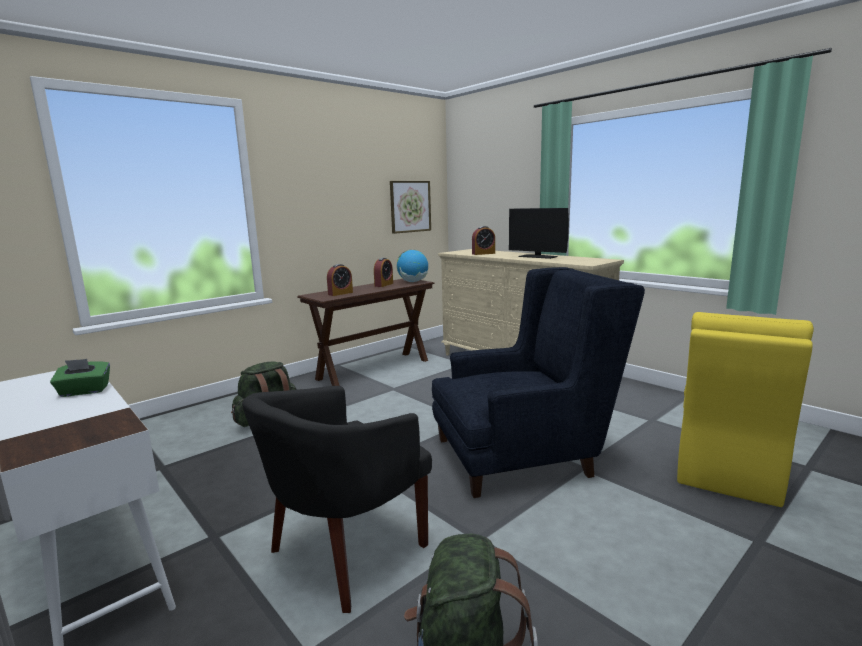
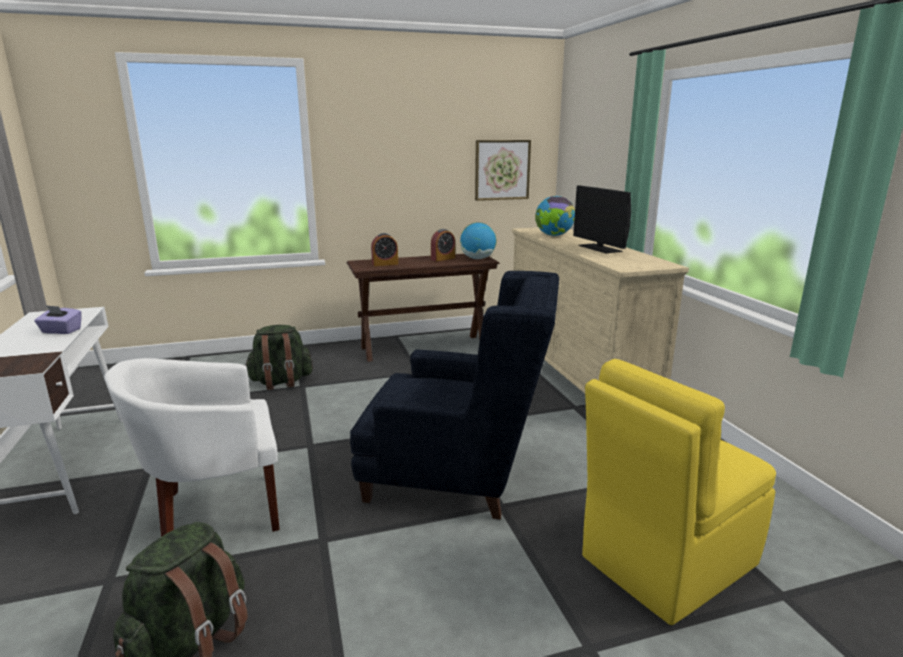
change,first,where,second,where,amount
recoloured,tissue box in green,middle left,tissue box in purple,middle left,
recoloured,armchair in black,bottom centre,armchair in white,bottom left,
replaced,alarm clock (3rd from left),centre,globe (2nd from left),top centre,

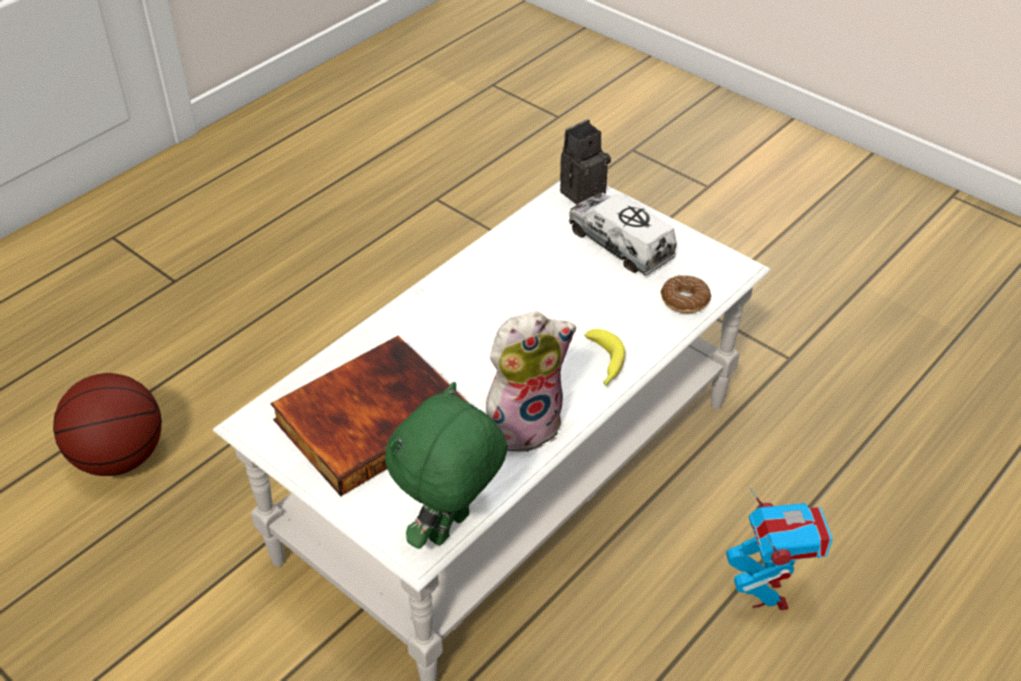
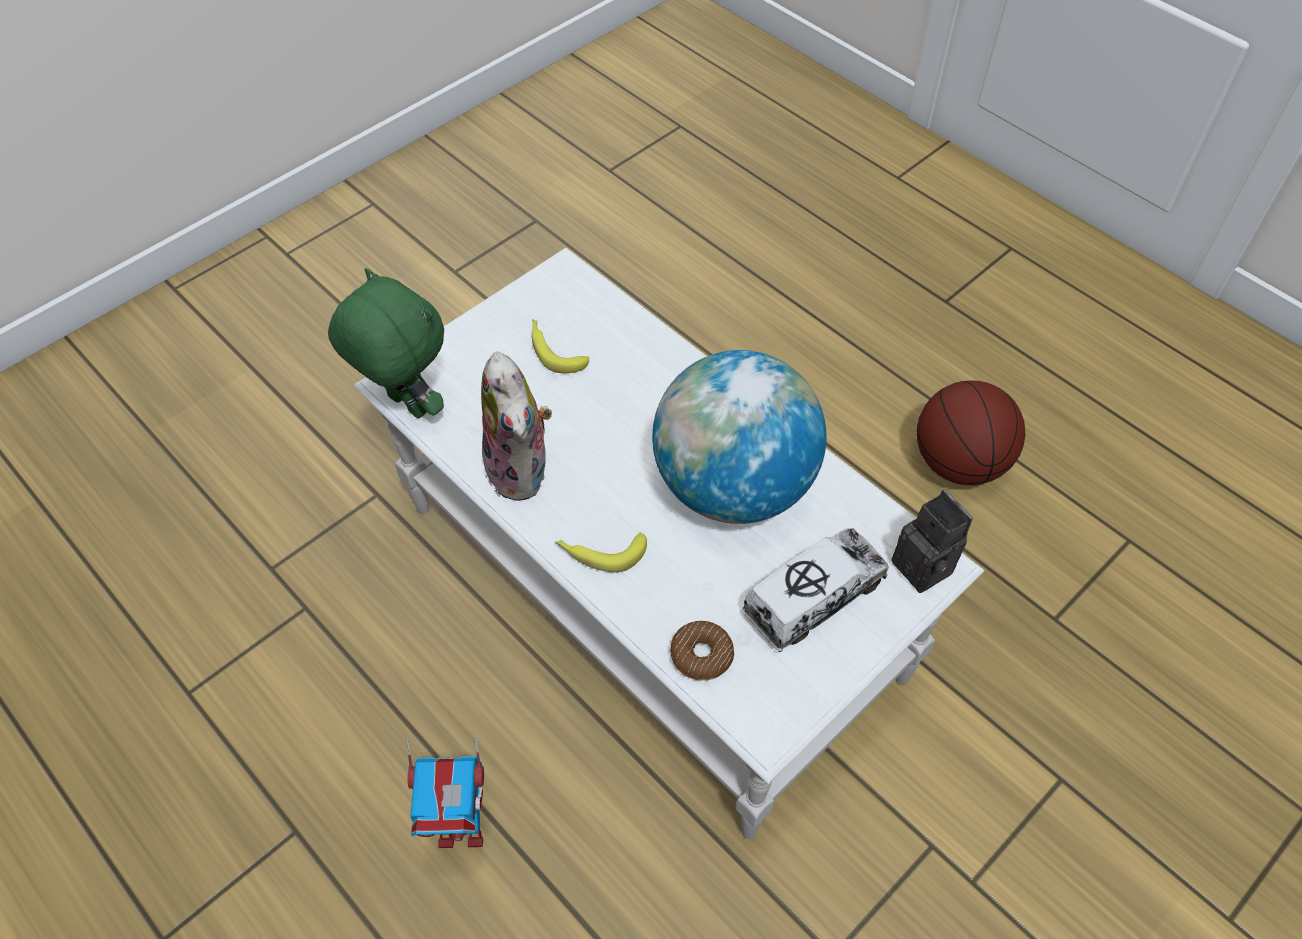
change,first,where,second,where,amount
replaced,book,centre,banana (1st from left),centre,
added,,,globe,centre,
moved,basketball,middle left,,middle right,

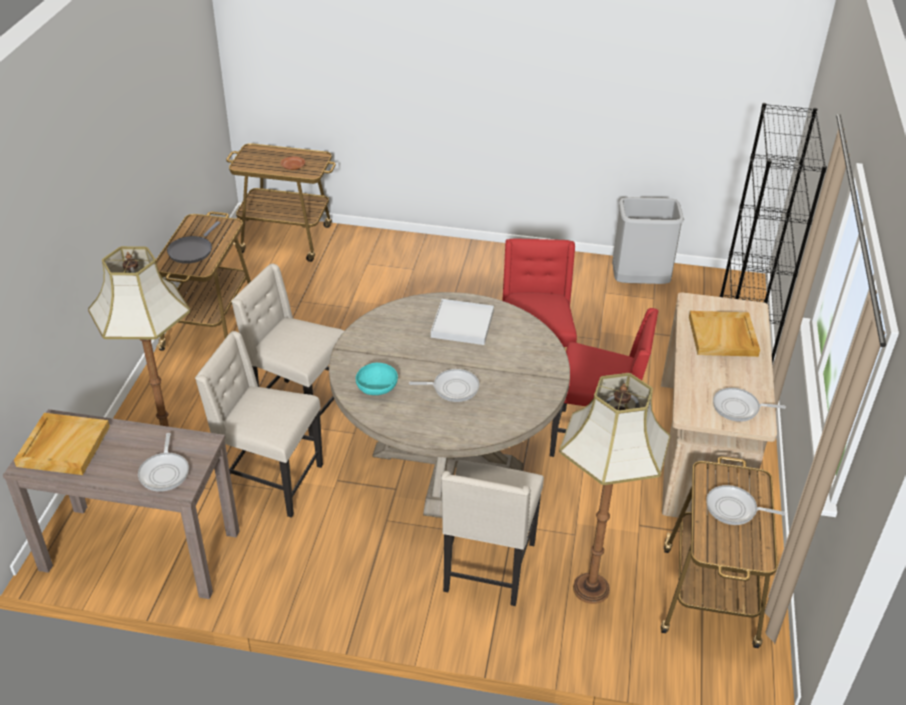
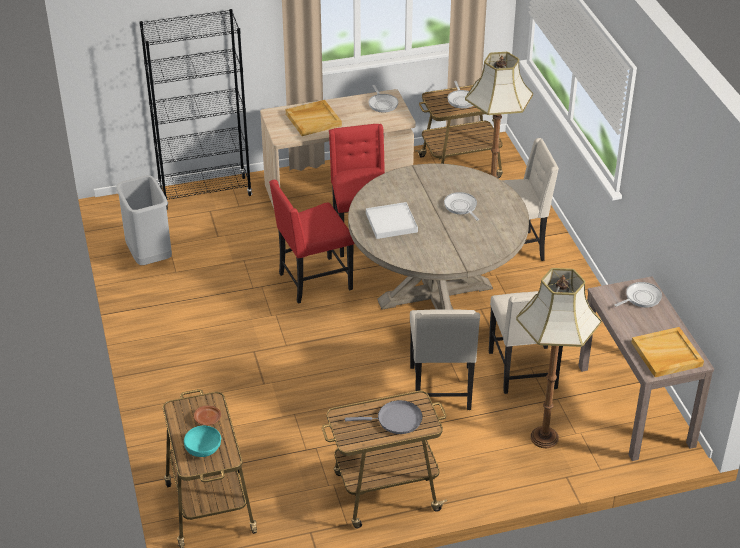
change,first,where,second,where,amount
moved,bowl in turquoise,centre,,bottom left,

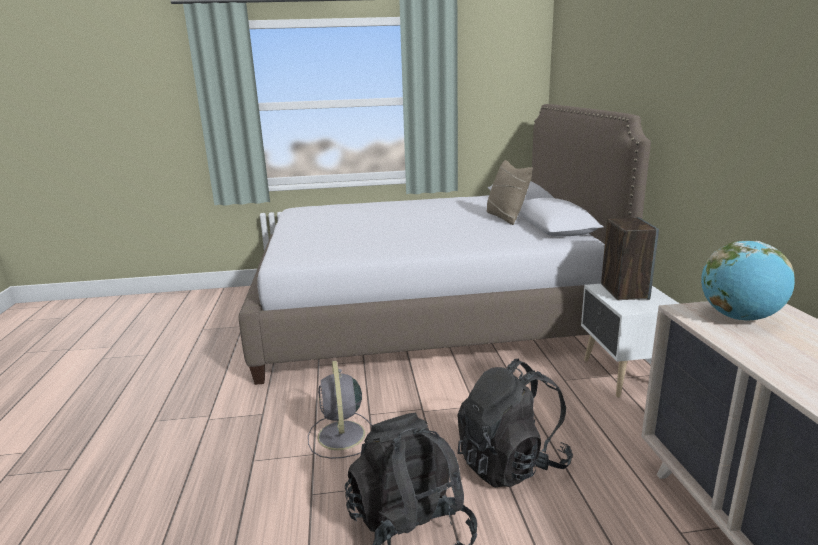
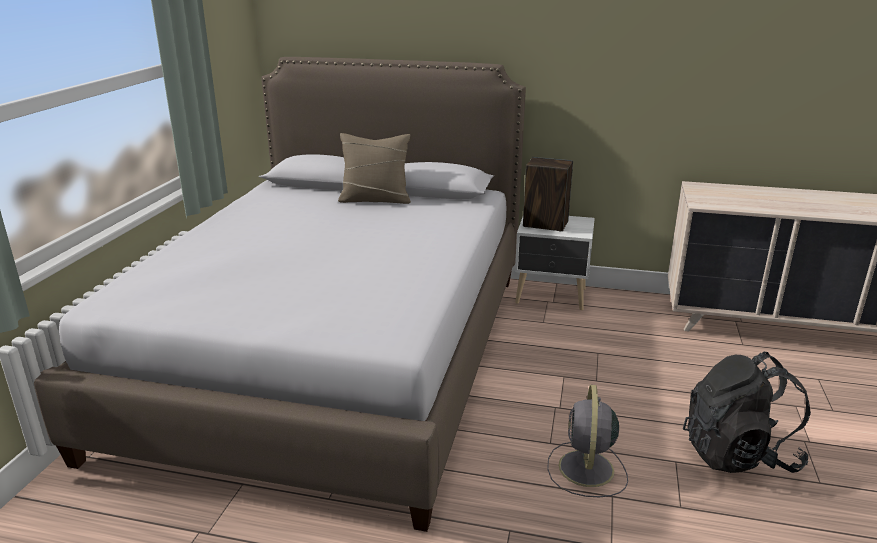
change,first,where,second,where,amount
turned,fan in grey,bottom centre,,bottom right,90 degrees clockwise
removed,backpack in black (2nd from left),bottom centre,,,
removed,globe,middle right,,,

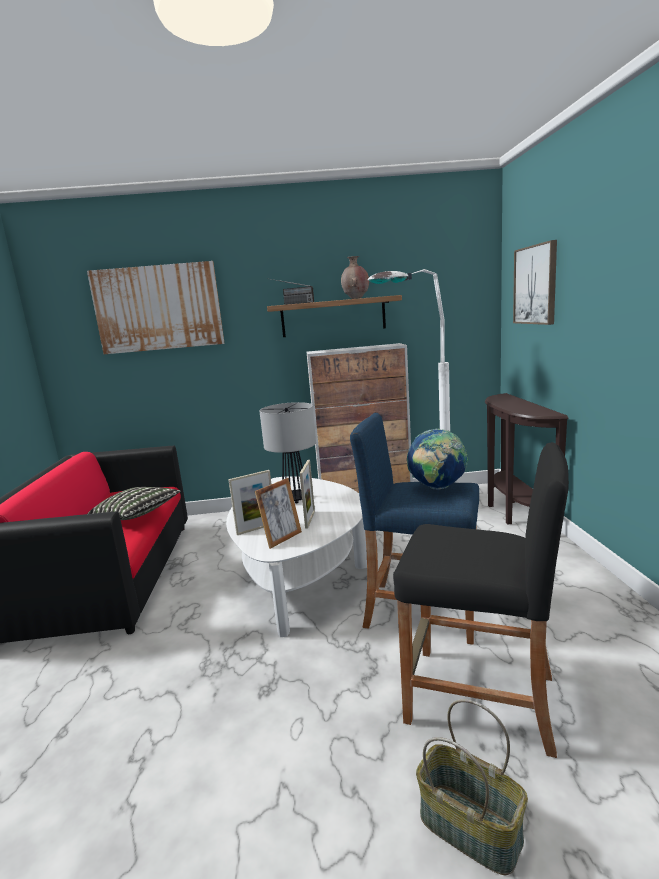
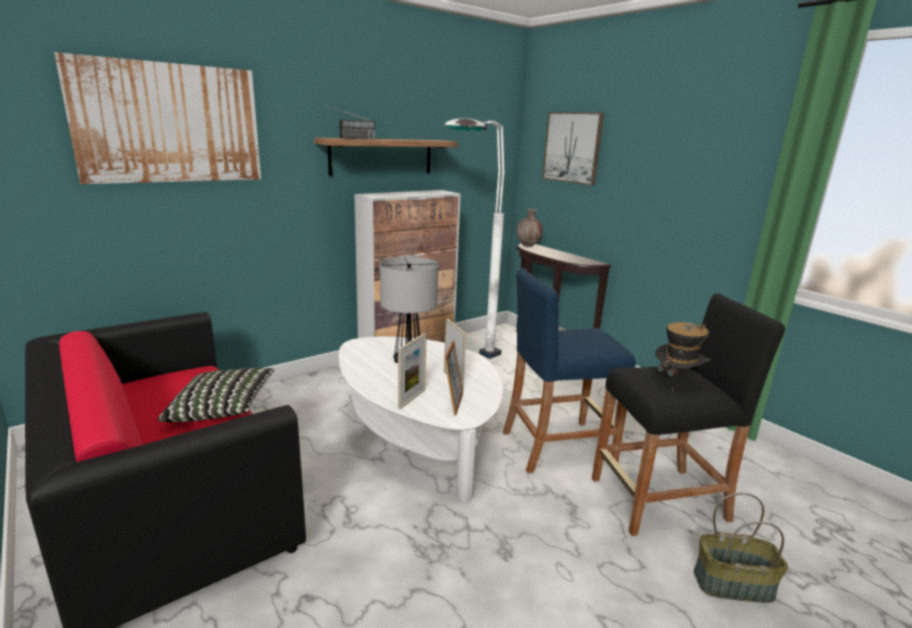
change,first,where,second,where,amount
moved,vase in brown,top centre,,centre,
added,,,hat,middle right,
removed,globe,centre,,,

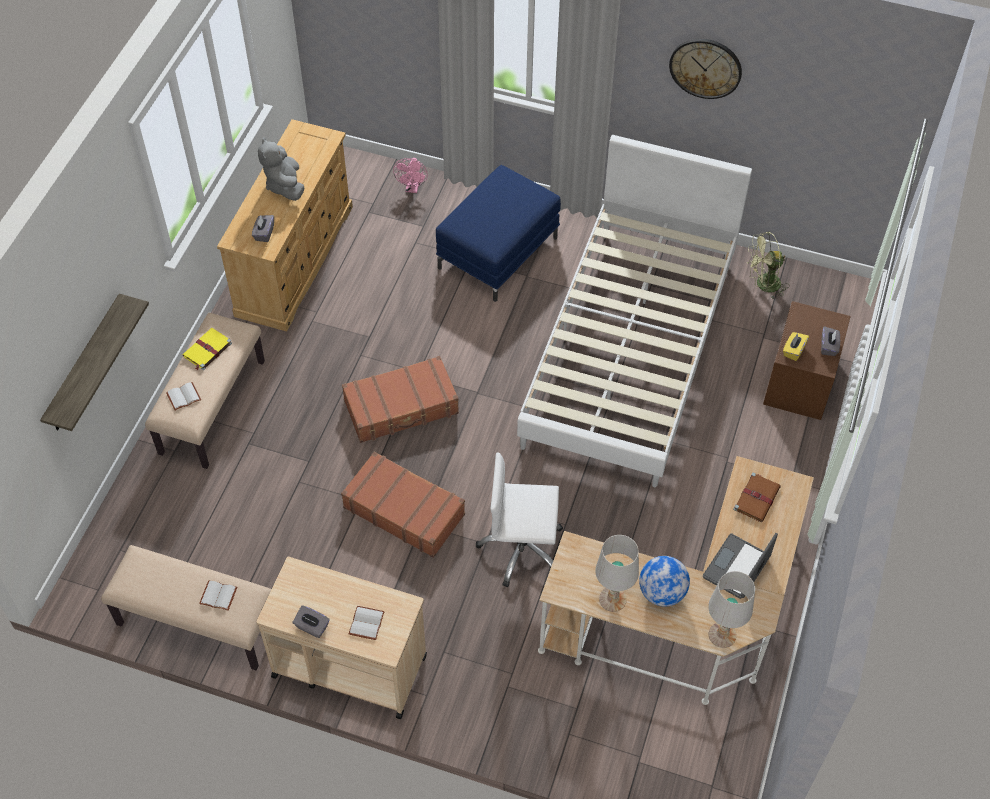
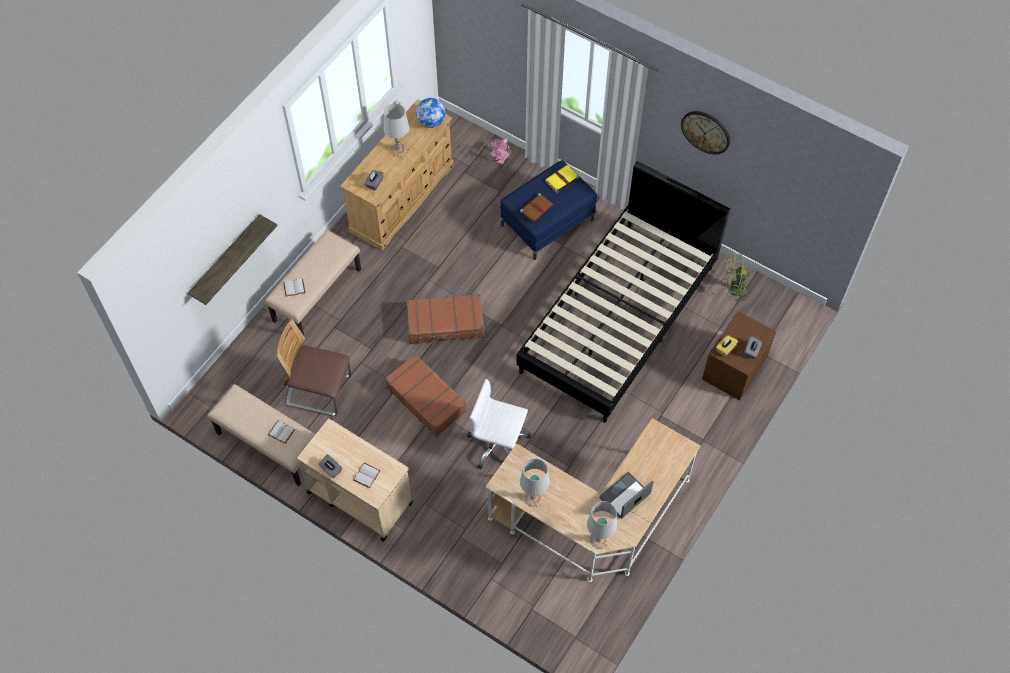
change,first,where,second,where,amount
added,,,chair,middle left,
replaced,plush toy in grey,top left,table lamp in white (1st from left),top centre,
moved,globe,bottom right,,top centre,
recoloured,bed in white,centre,bed in black,centre,
moved,book in brown,middle right,,top centre,
moved,book in yellow,middle left,,top centre,

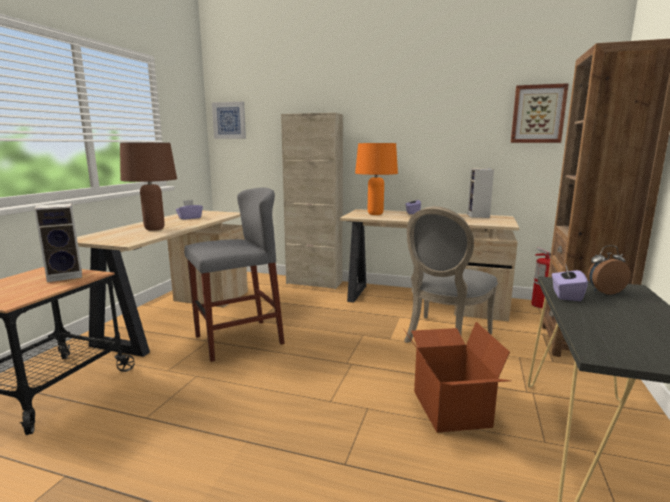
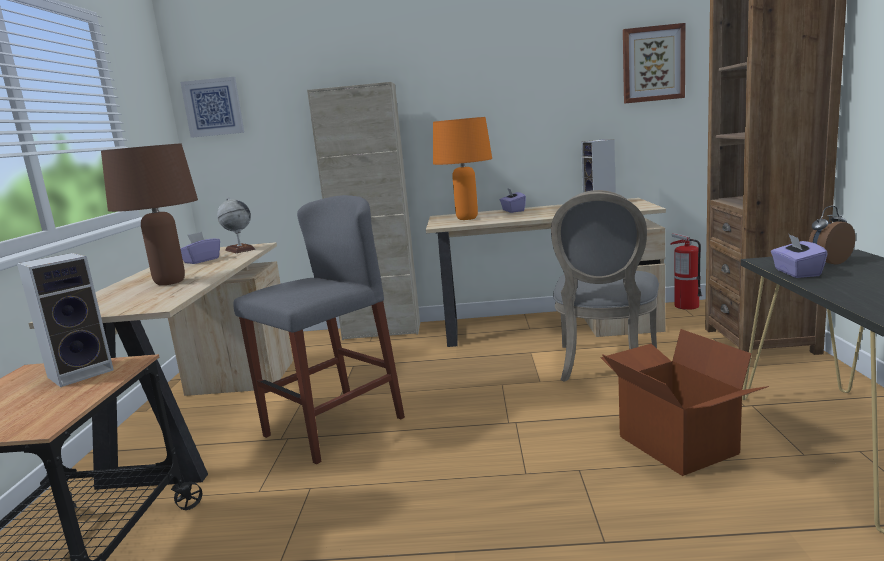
change,first,where,second,where,amount
added,,,globe,middle left,

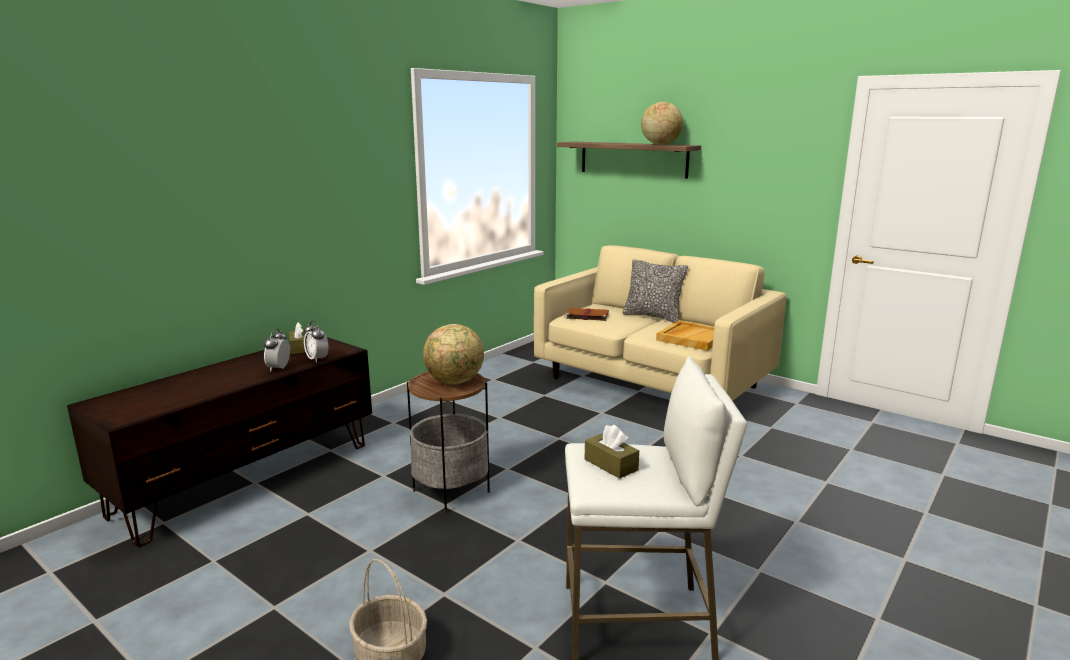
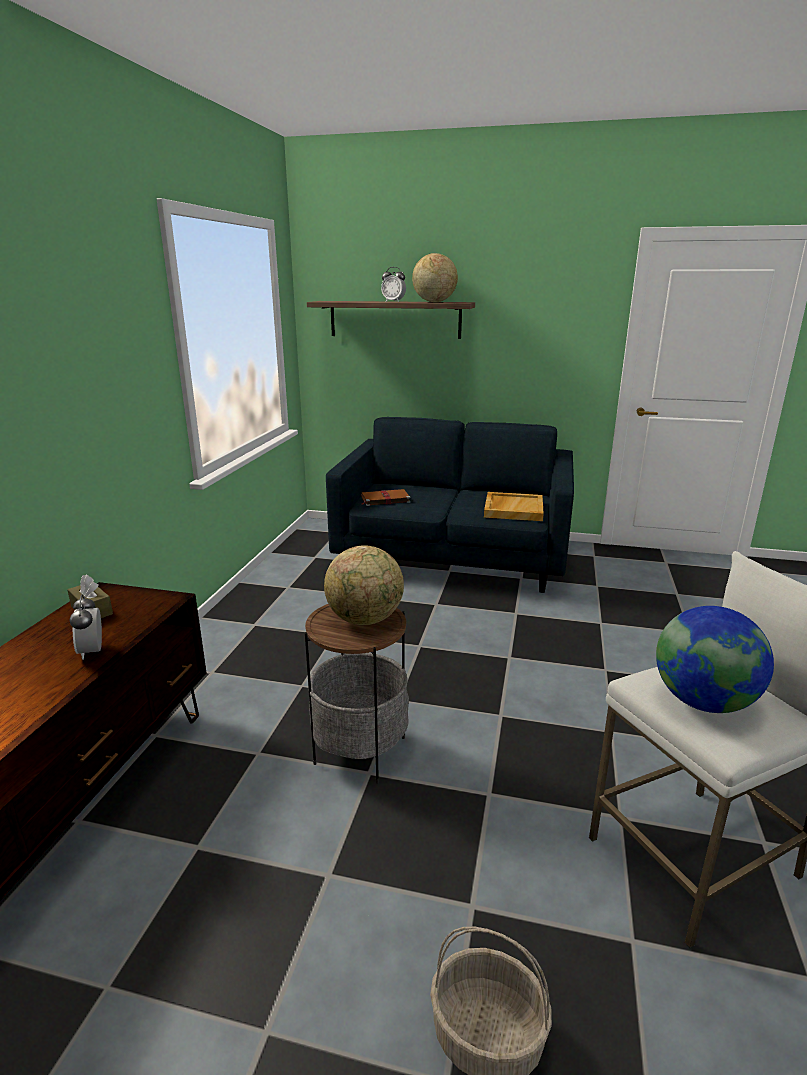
change,first,where,second,where,amount
recoloured,sofa in beige,centre,sofa in blue,centre,
moved,alarm clock (2nd from left),middle left,,top centre,
replaced,tissue box in brown (2nd from left),bottom centre,globe (3rd from left),middle right,
removed,pillow,centre,,,

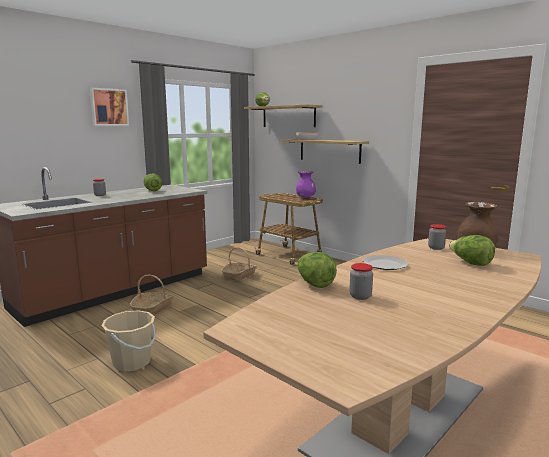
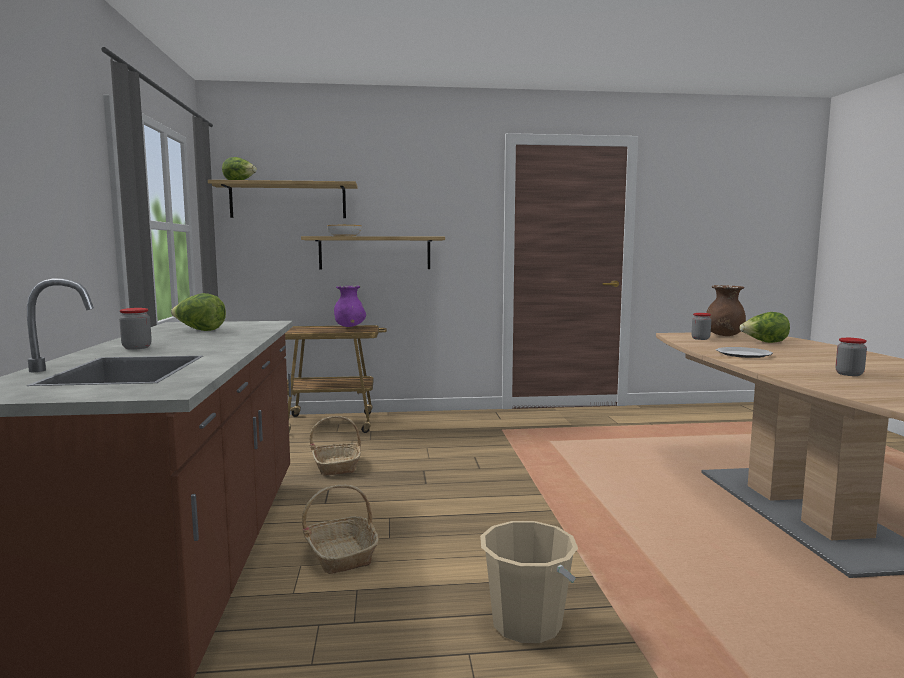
change,first,where,second,where,amount
removed,picture,top left,,,
removed,lettuce (3rd from left),centre,,,

